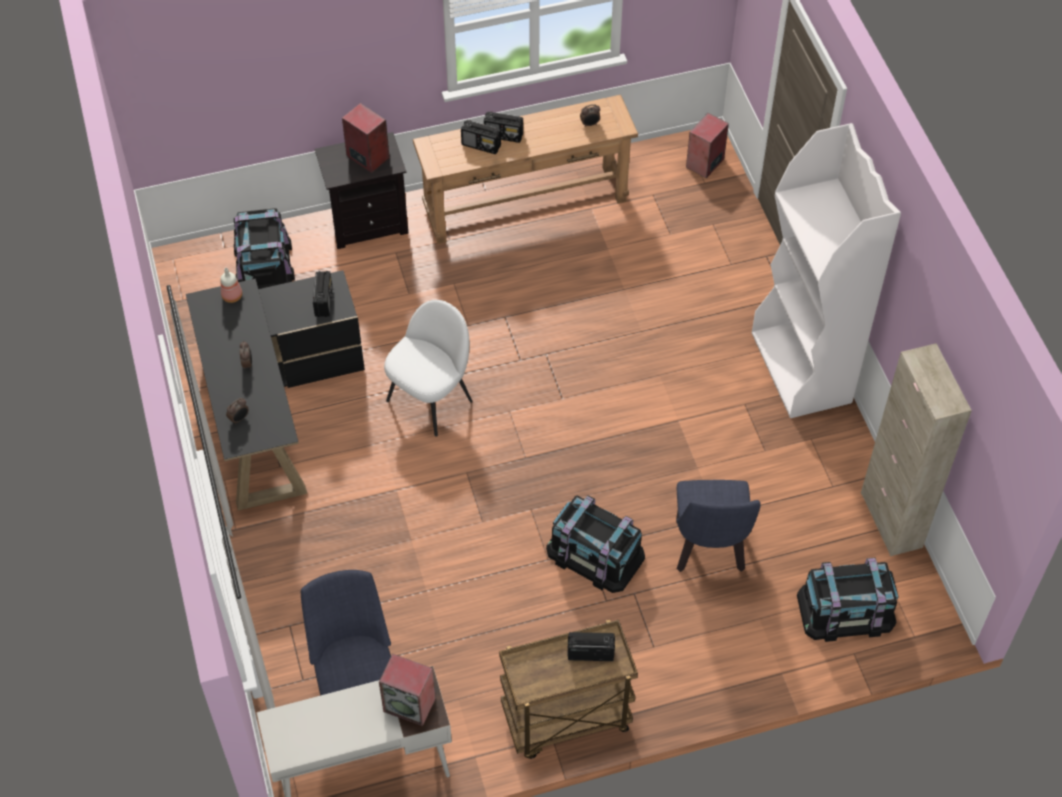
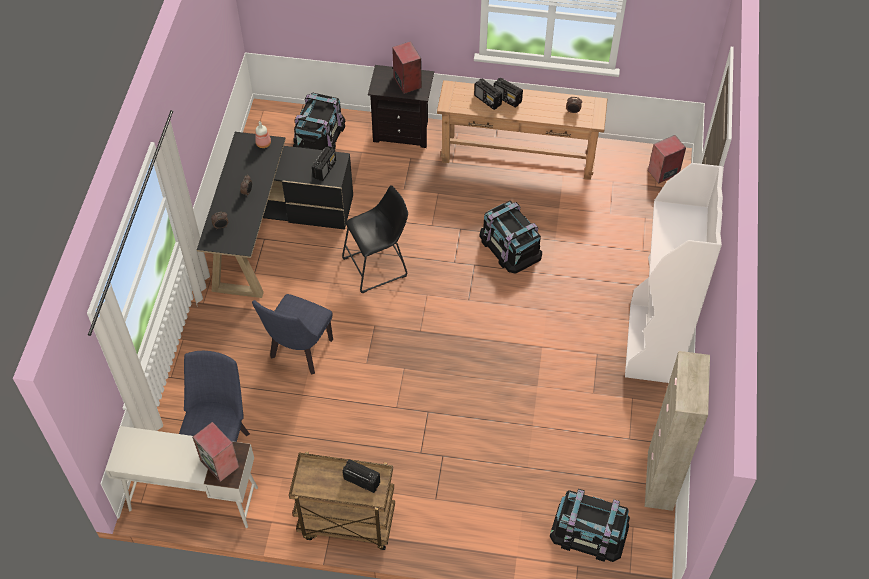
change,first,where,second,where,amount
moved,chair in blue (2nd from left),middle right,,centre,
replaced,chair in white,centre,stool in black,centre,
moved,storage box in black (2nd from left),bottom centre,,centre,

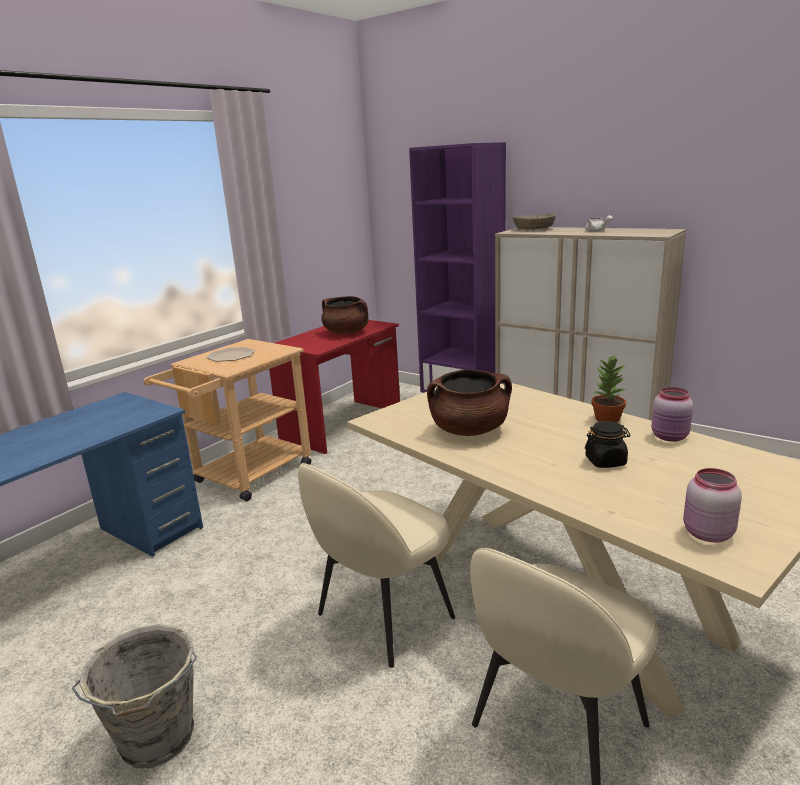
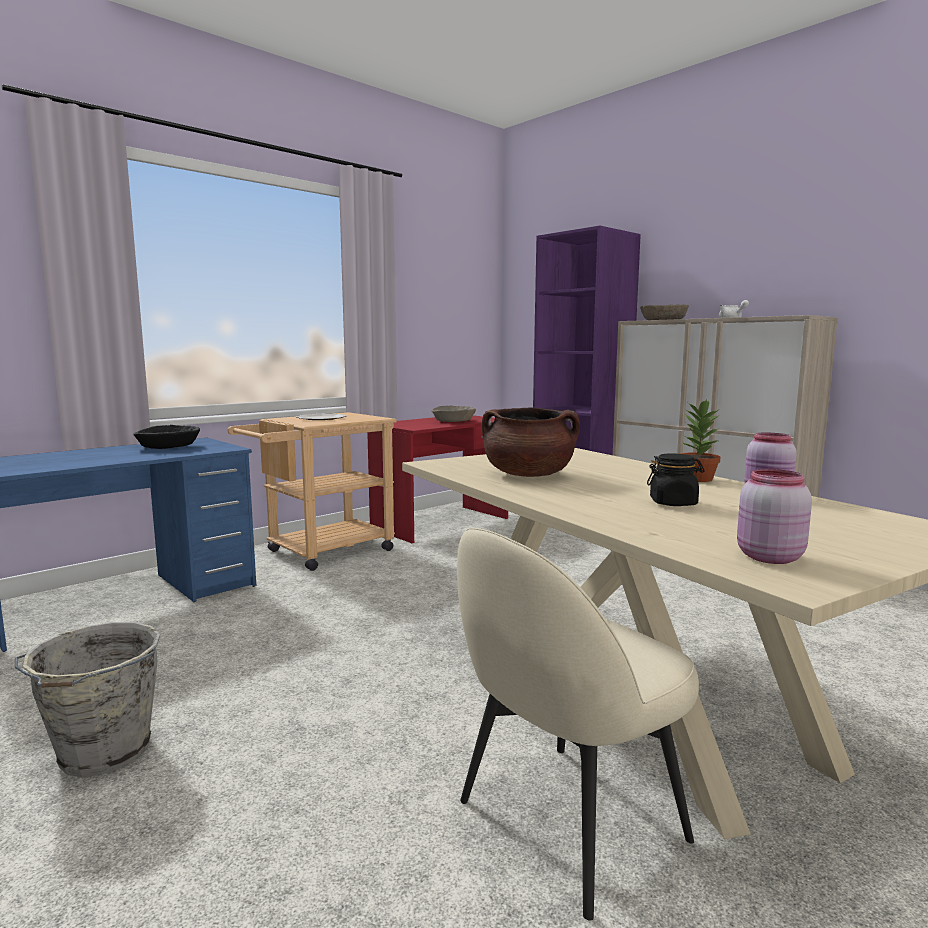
change,first,where,second,where,amount
added,,,bowl in black,middle left,
replaced,cooking pot in brown (1st from left),centre,bowl in beige (1st from left),centre,
removed,chair in beige (1st from left),bottom centre,,,

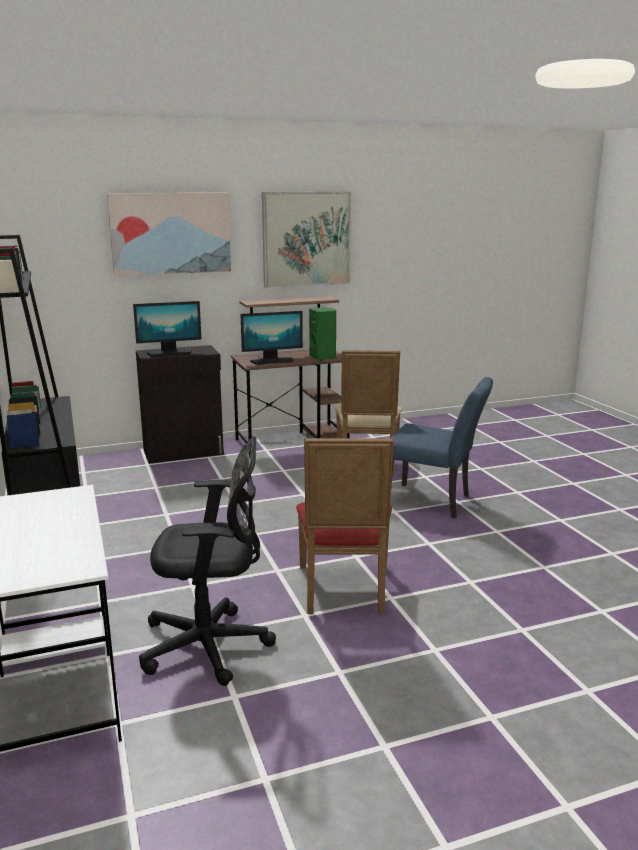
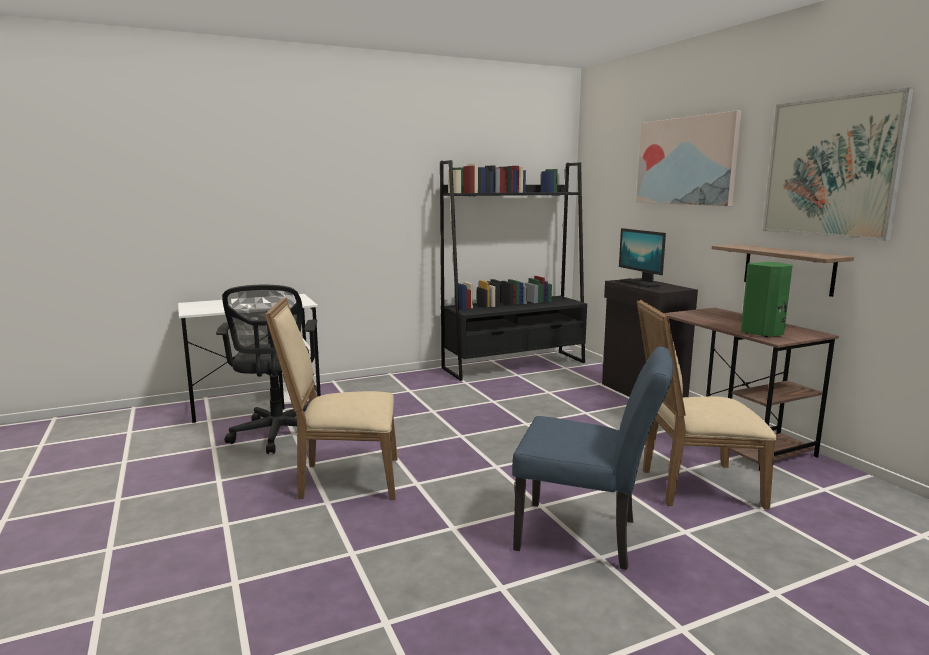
change,first,where,second,where,amount
recoloured,chair in red,centre,chair in beige (1st from left),centre,
turned,chair in blue,middle right,,bottom centre,90 degrees counterclockwise
removed,monitor (2nd from left),centre,,,

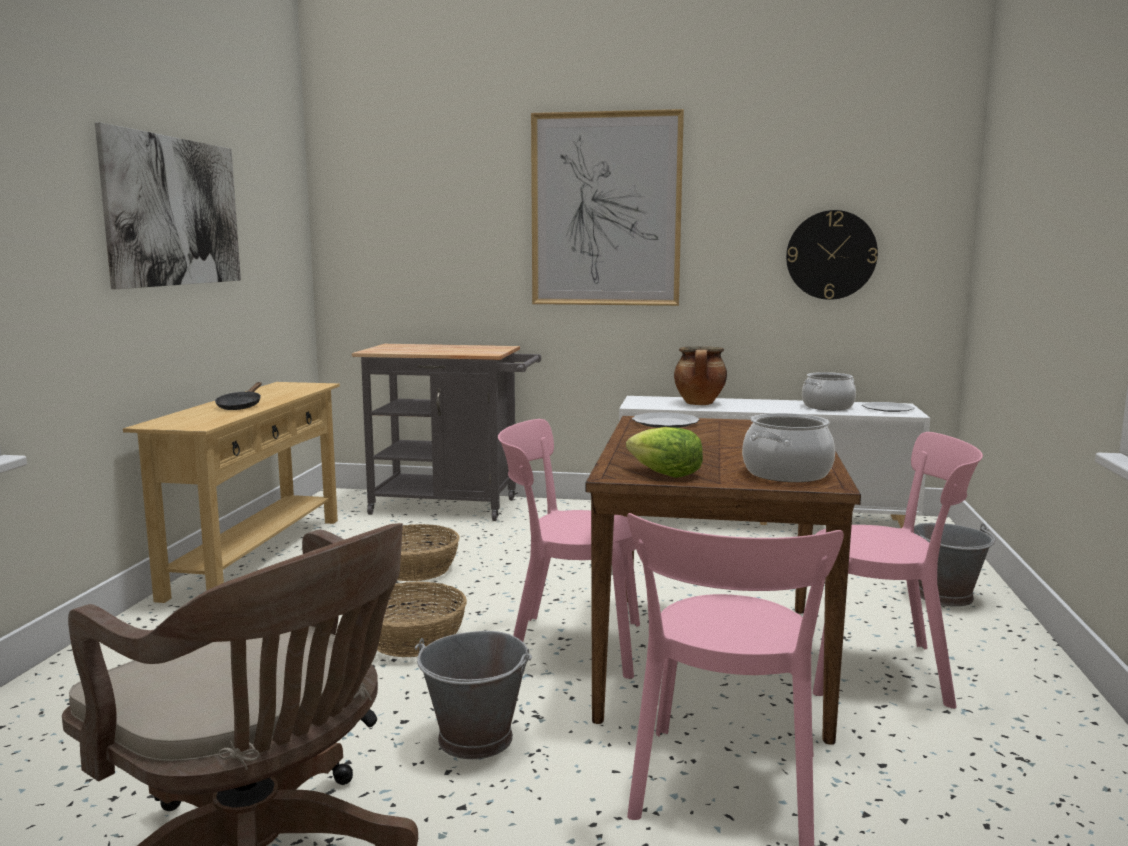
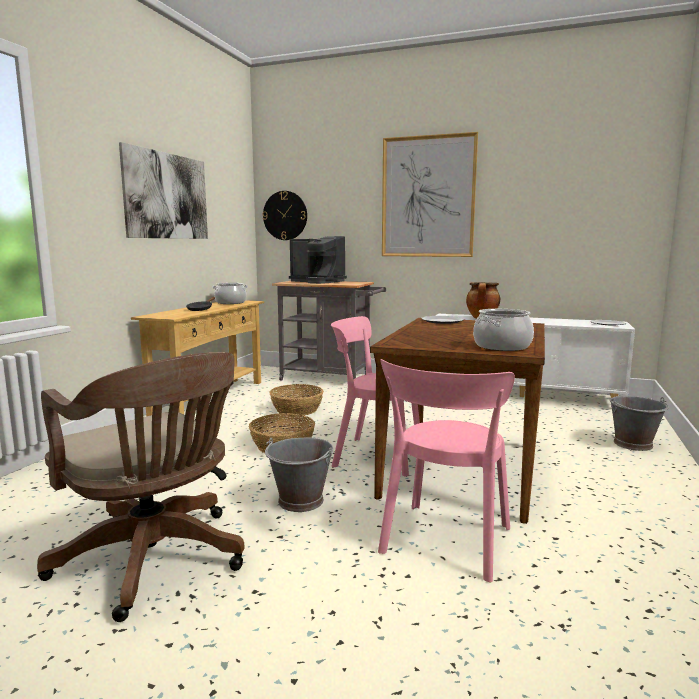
change,first,where,second,where,amount
moved,cooking pot (3rd from left in the first image),middle right,cooking pot (1st from left),middle left,
moved,wall clock,top right,,top centre,
added,,,coffee machine,centre,
removed,lettuce,centre,,,
removed,chair in pink (3rd from left),bottom right,,,

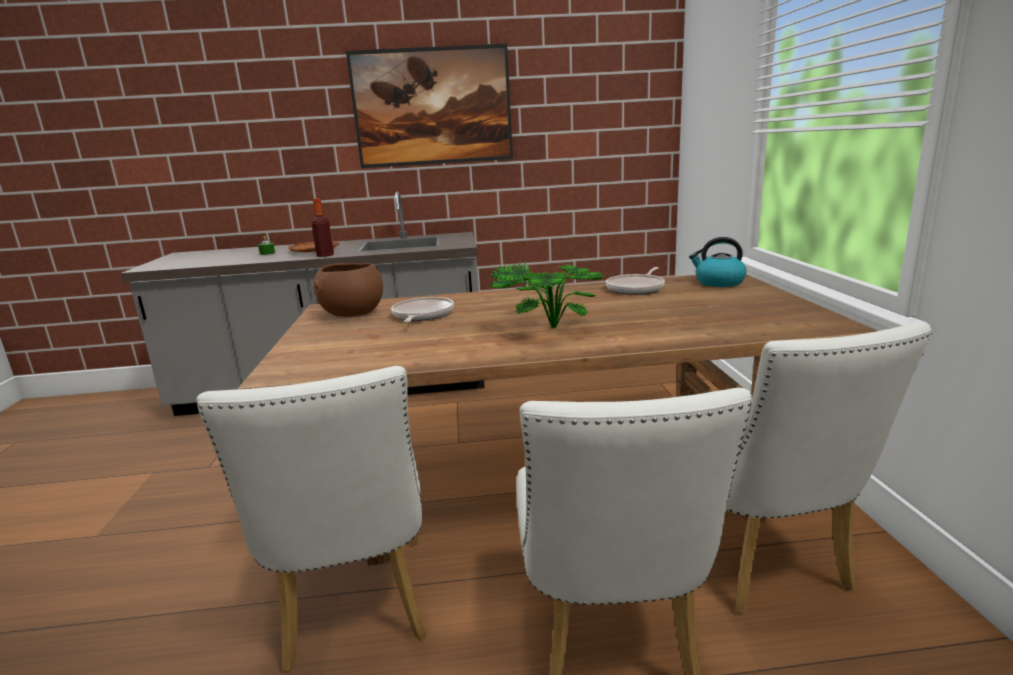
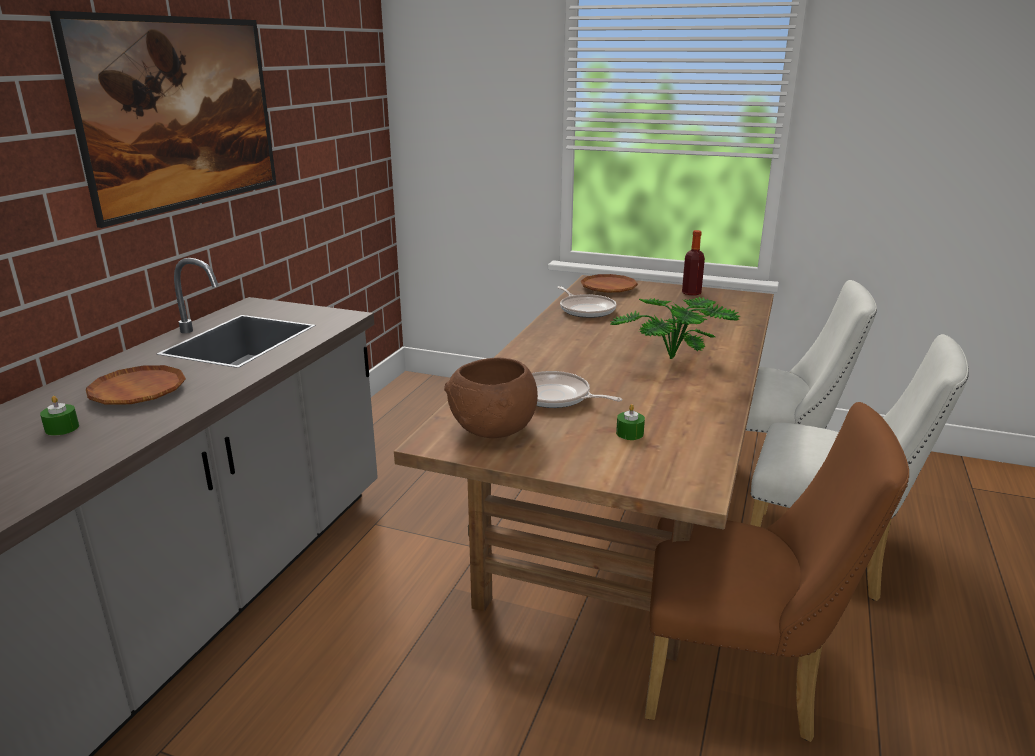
change,first,where,second,where,amount
replaced,kettle,middle right,plate in brown (2nd from left),centre,
added,,,candle in green (2nd from left),centre,
recoloured,chair in white (1st from left),bottom left,chair in brown,bottom right,
moved,bottle,middle left,,middle right,

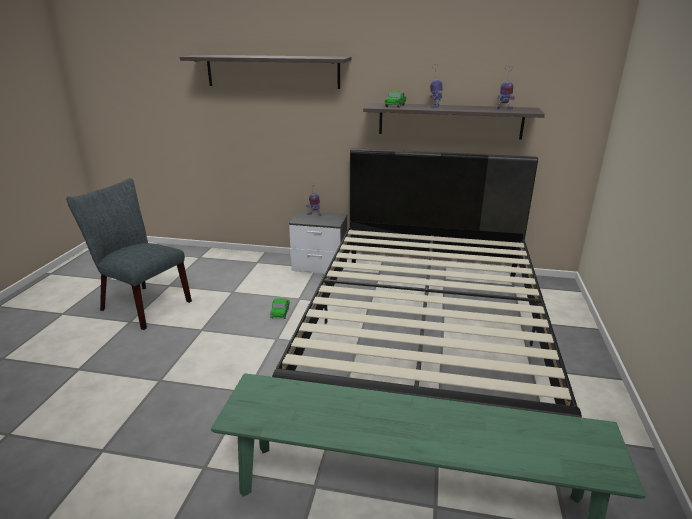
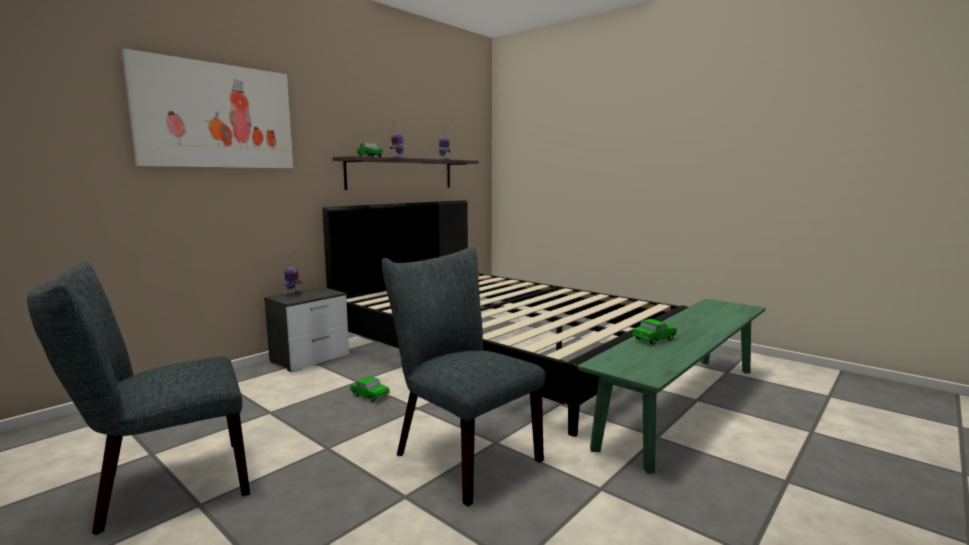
change,first,where,second,where,amount
replaced,shelf (1st from left),top centre,picture,top left,
added,,,chair in grey (2nd from left),bottom centre,
added,,,toy car (3rd from left),middle right,

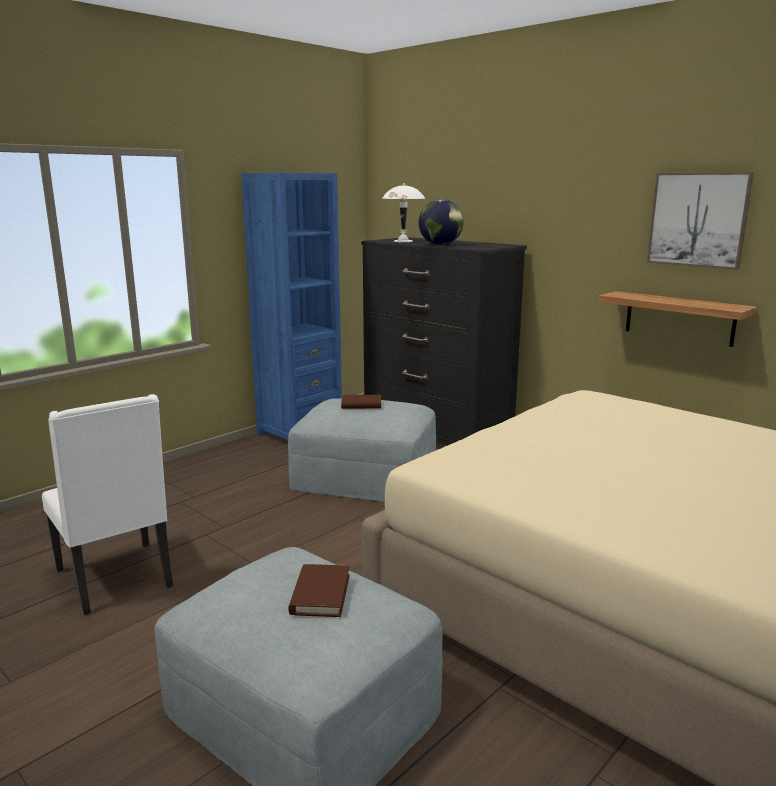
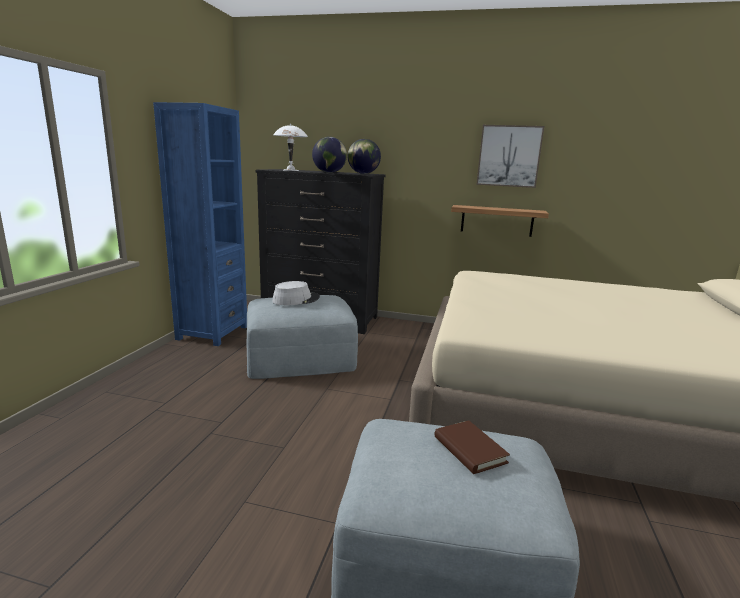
change,first,where,second,where,amount
replaced,book in brown (2nd from left),centre,hat in grey,centre,
added,,,globe (2nd from left),top centre,
removed,chair in white,middle left,,,

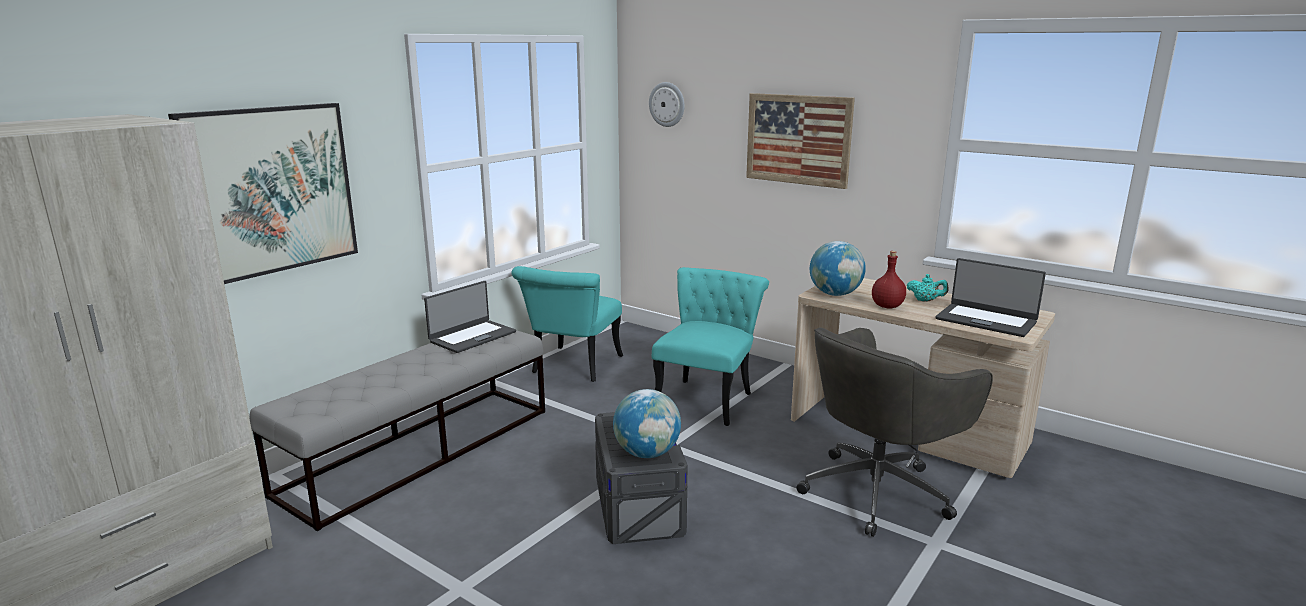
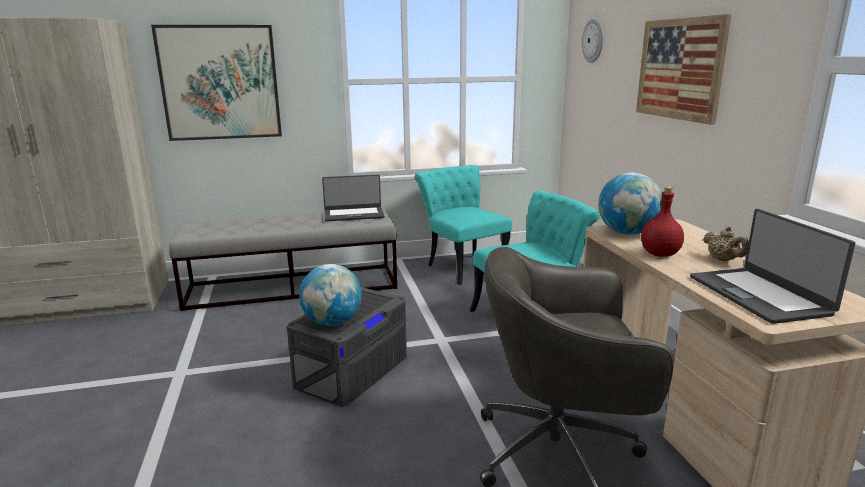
change,first,where,second,where,amount
turned,chair in turquoise (1st from left),centre,,centre,90 degrees clockwise
recoloured,teapot in turquoise,middle right,teapot in beige,middle right,

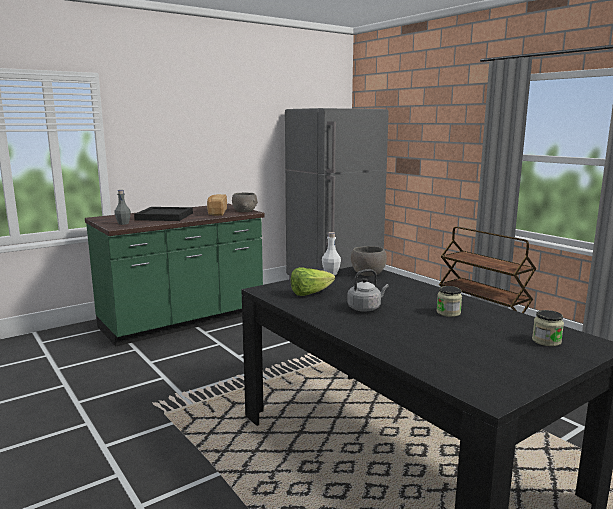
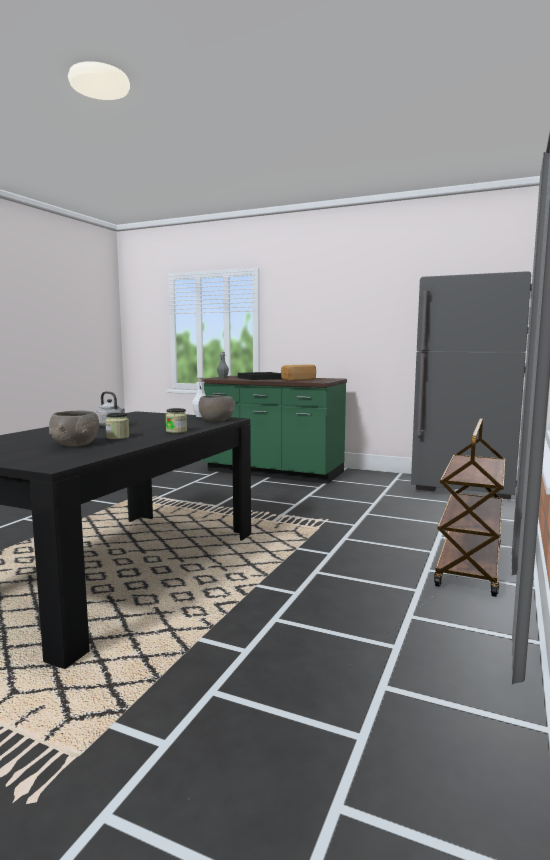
change,first,where,second,where,amount
moved,bowl in grey (1st from left),centre,,middle left,
moved,jar (2nd from left),middle right,,middle left,
removed,lettuce,centre,,,

